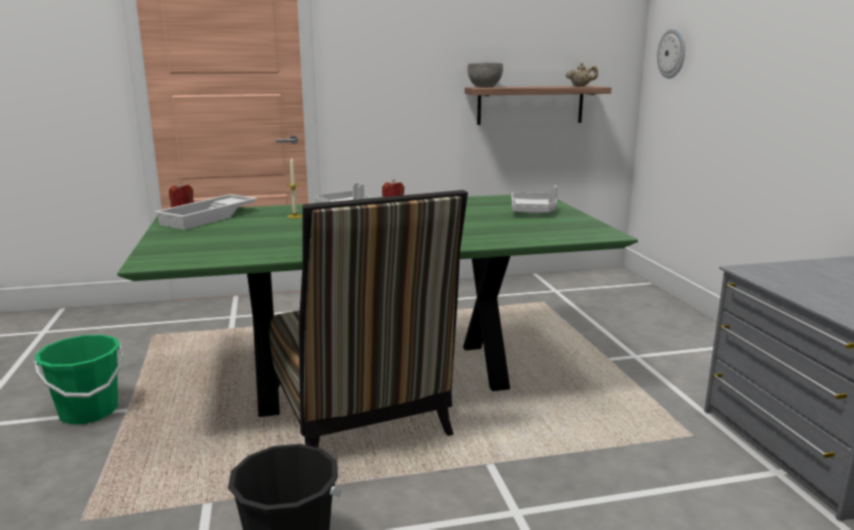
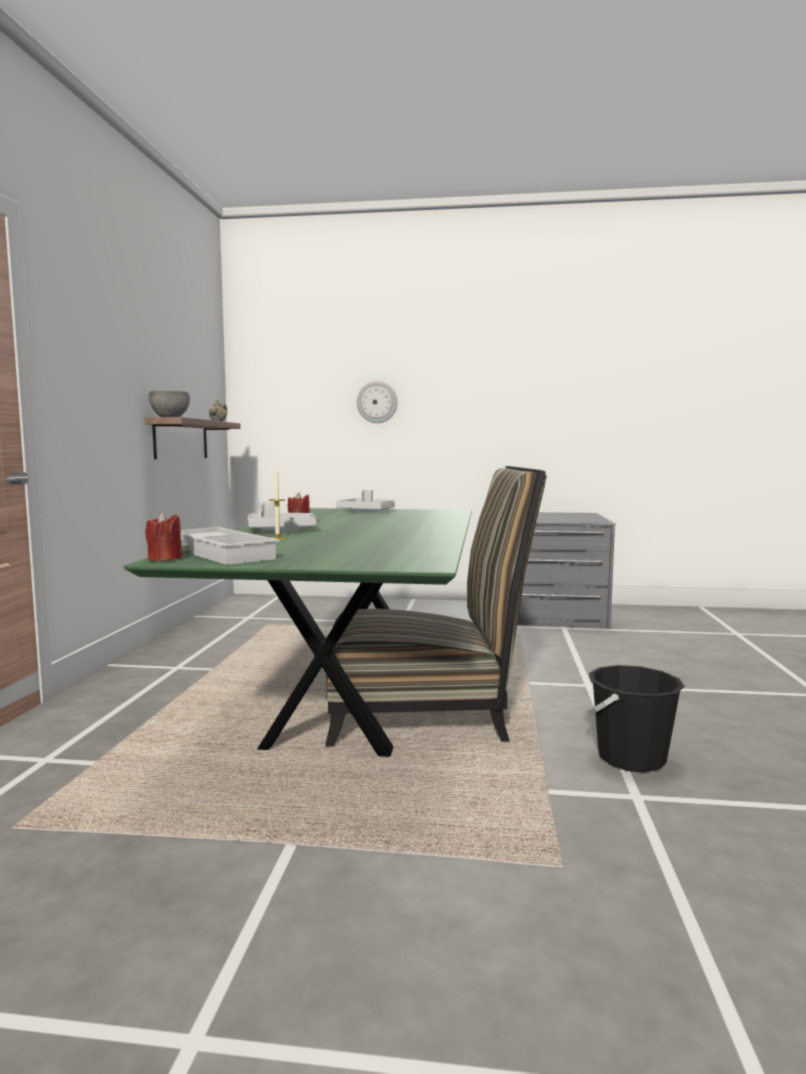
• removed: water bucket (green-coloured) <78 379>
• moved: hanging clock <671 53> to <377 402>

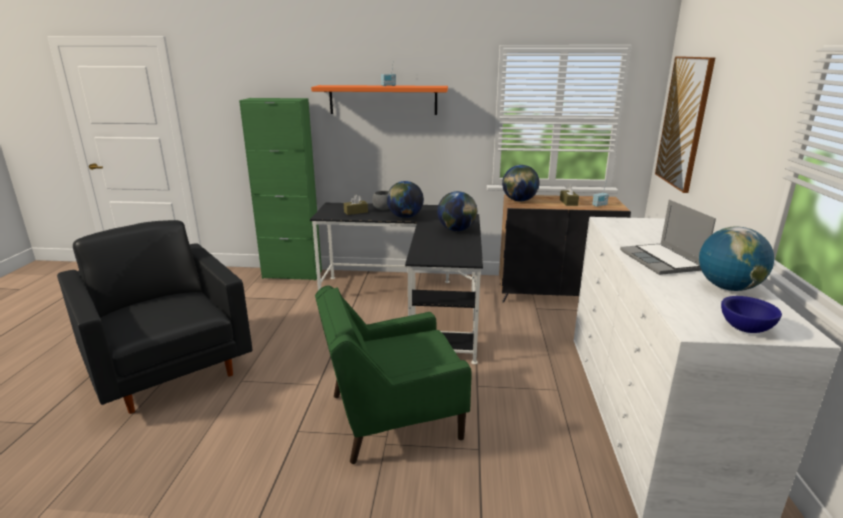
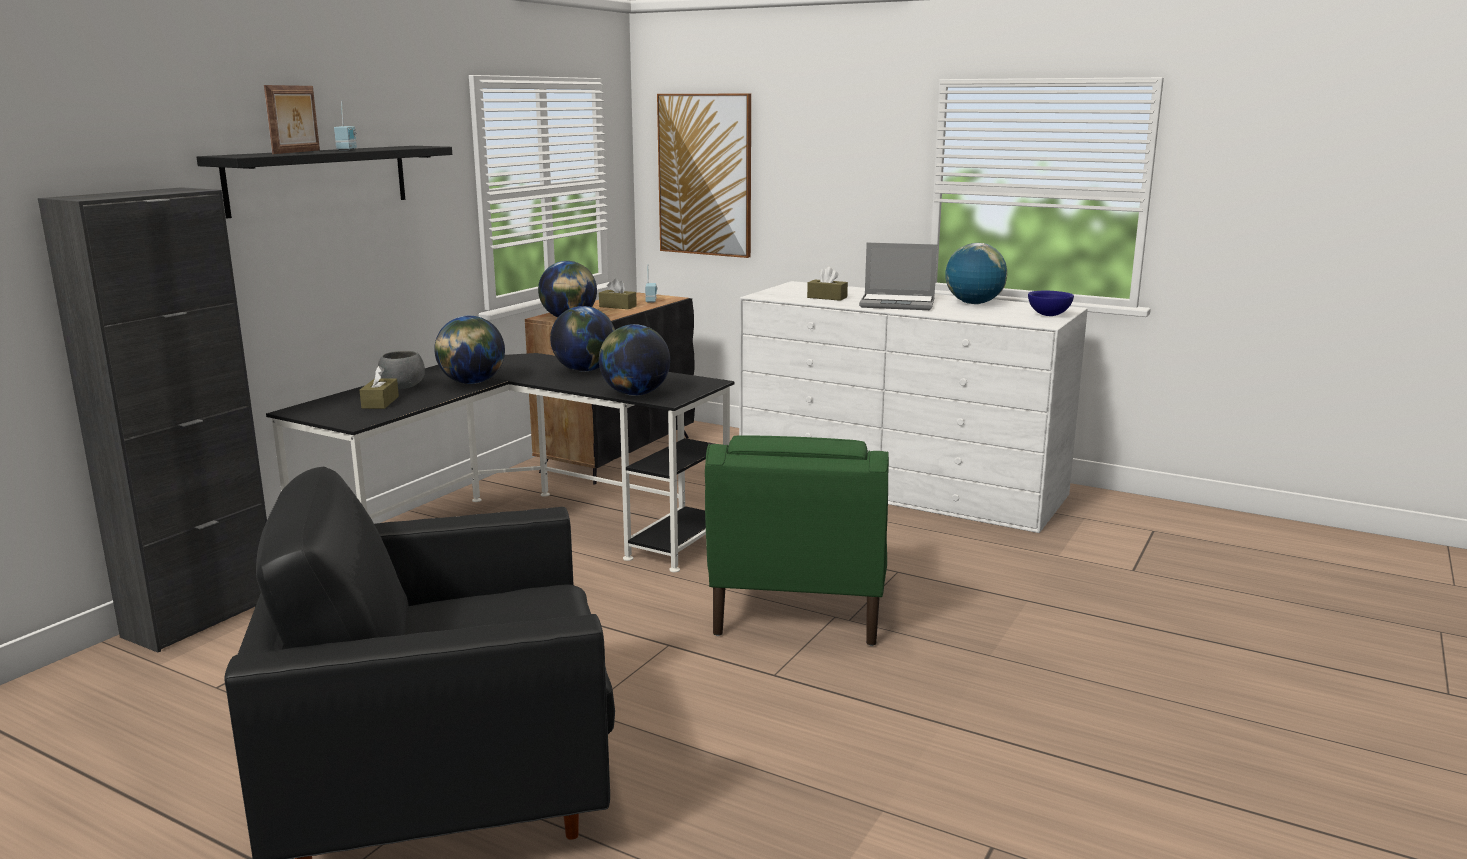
• recoloured: storage cabinet (green-coloured) <280 189> to storage cabinet (blackish) <152 419>
• recoloured: wall shelf (orange-coloured) <379 100> to wall shelf (blackish) <324 182>
• added: photo frame <292 119>
• added: world globe <634 360>
• added: box of tissues (brownish) <827 284>

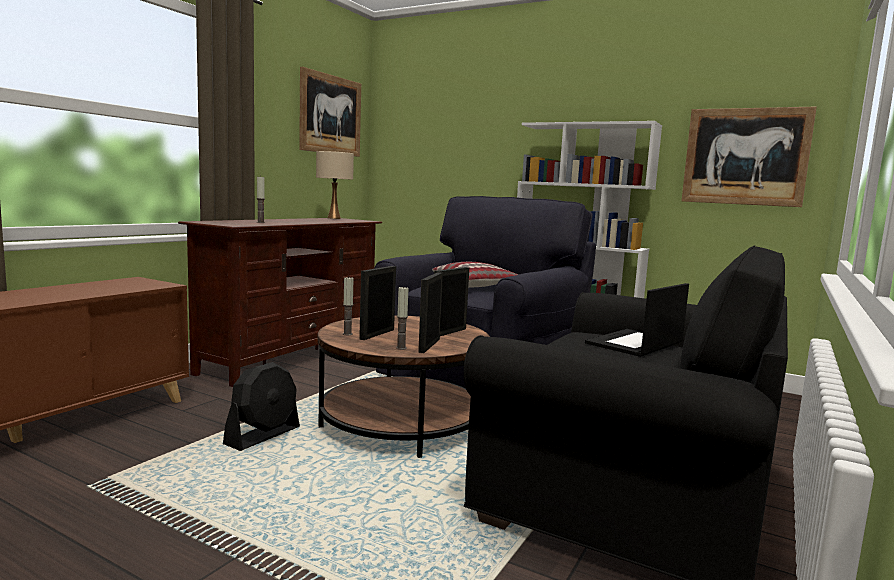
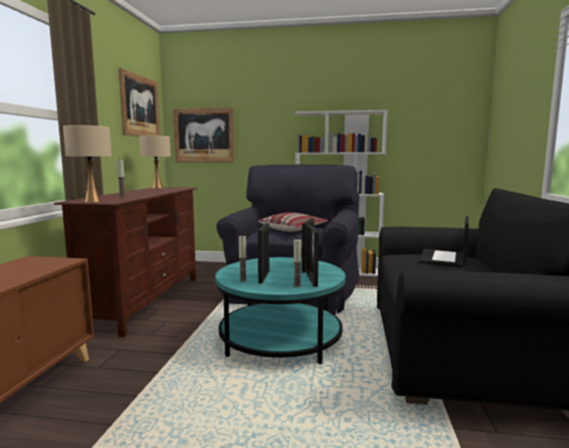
• removed: electric fan (blackish) <261 406>
• recoloured: coffee table (brownish) <404 386> to coffee table (turquoise-coloured) <280 310>
• moved: picture <749 156> to <204 135>
• added: tabletop lamp (sand-coloured) <87 163>

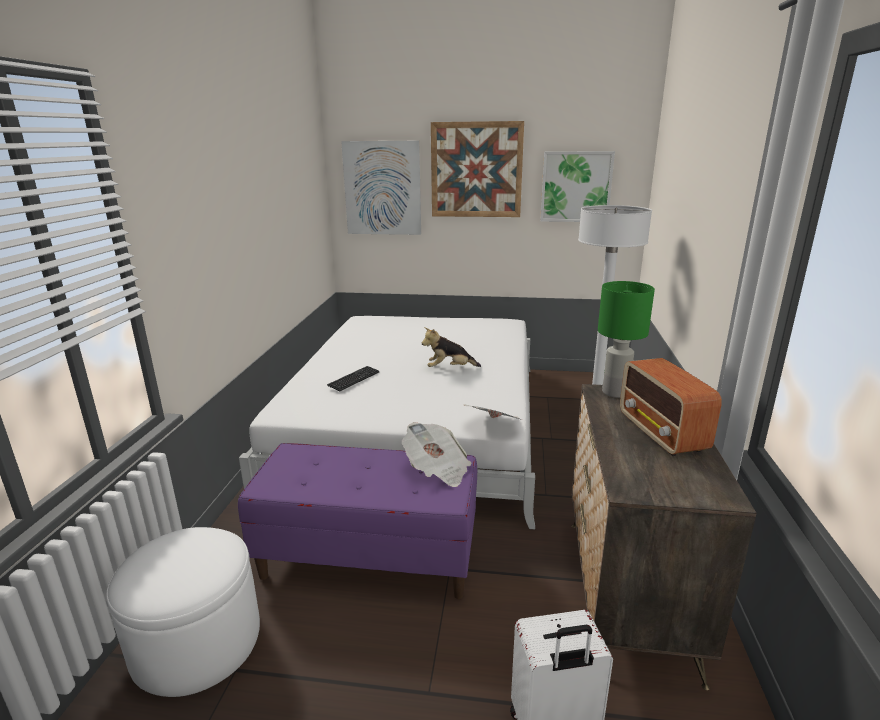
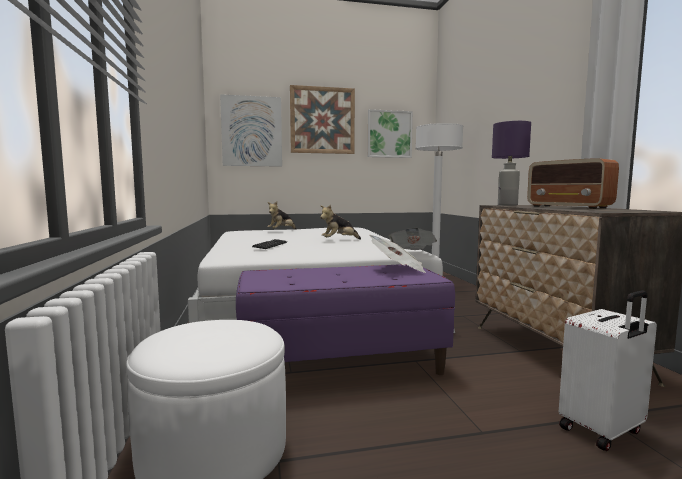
• recoloured: tabletop lamp (green-coloured) <626 339> to tabletop lamp (purple) <511 163>
• added: cuddly toy <281 216>

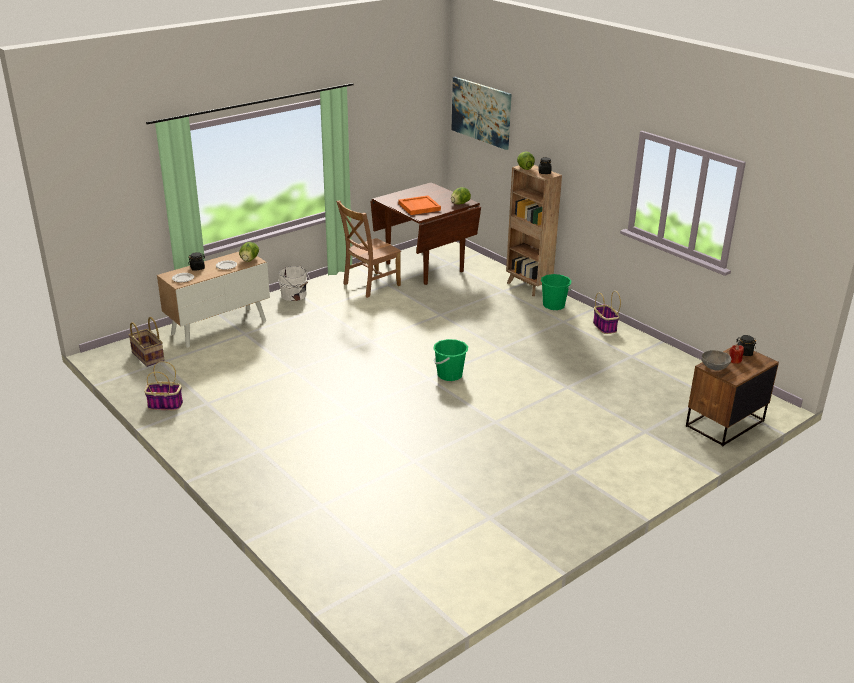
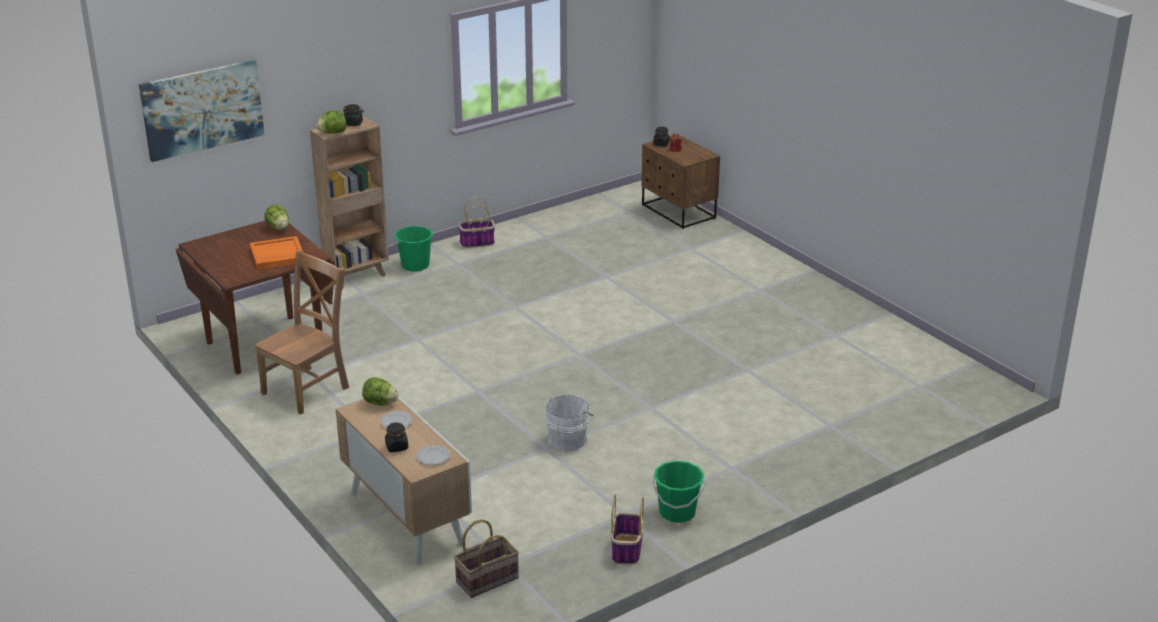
• moved: water bucket (whitish) <294 283> to <569 423>
• turned: plain chair (brownish) <368 249> = <301 331> 105 degrees counterclockwise
• moved: water bucket (green-coloured) <450 360> to <678 492>
• removed: serving bowl (greyish) <716 360>

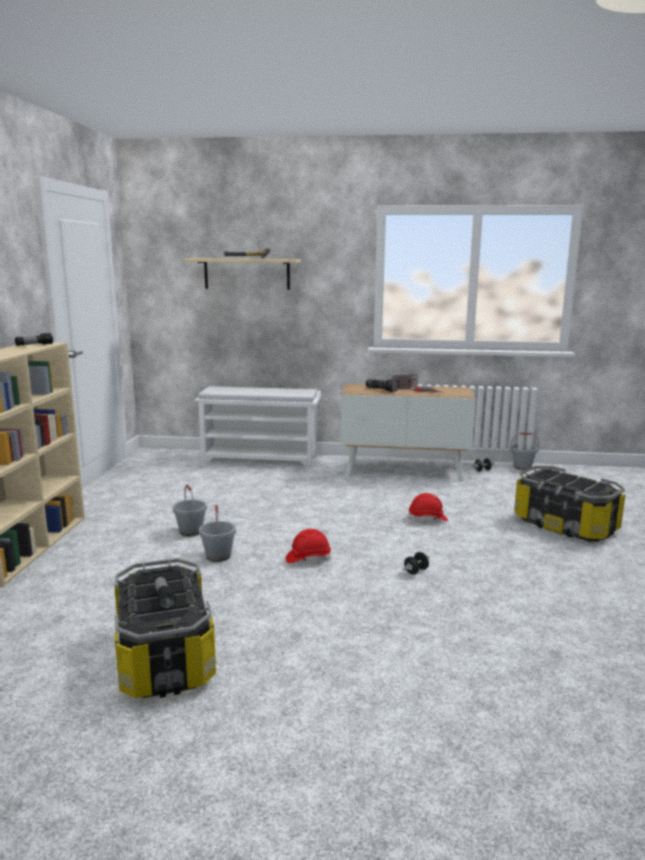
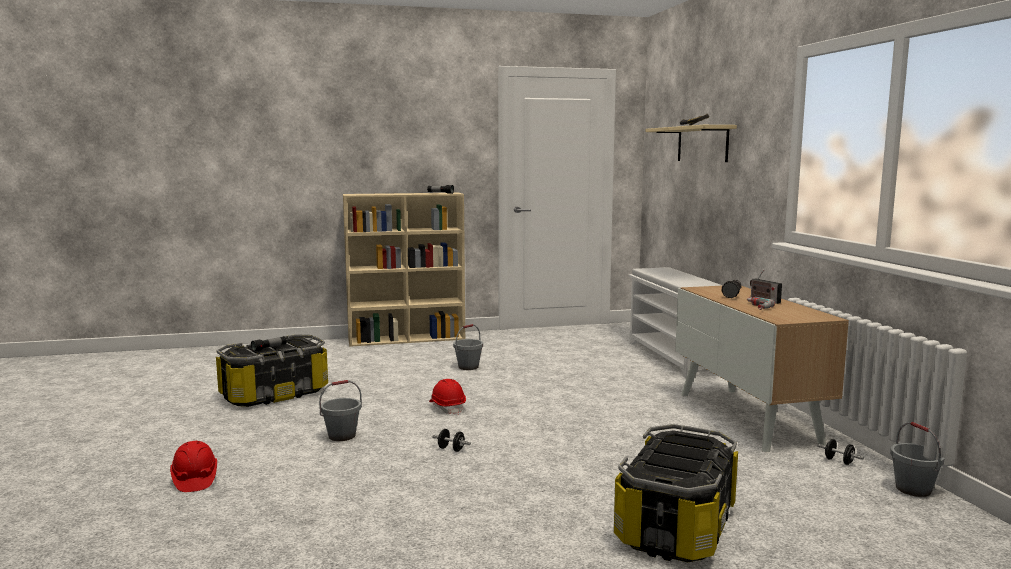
• moved: water bucket (greyish) <217 533> to <340 410>
• moved: work helmet (reddish) <428 507> to <193 466>

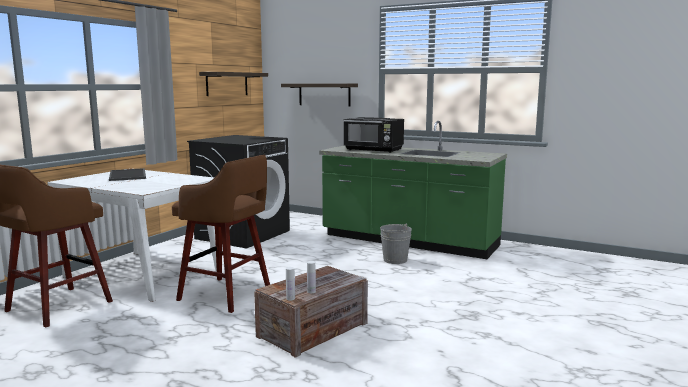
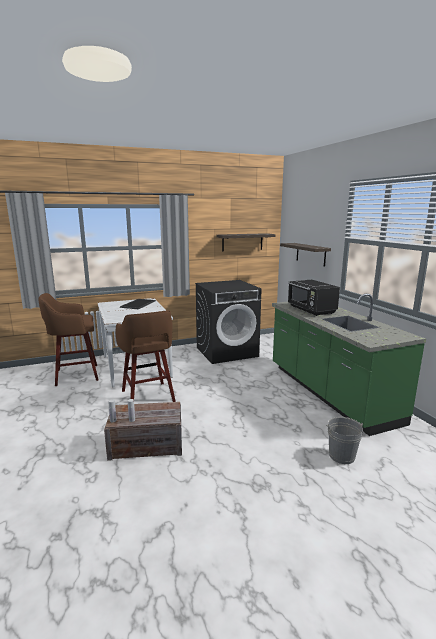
• moved: water bucket (greyish) <396 243> to <344 440>

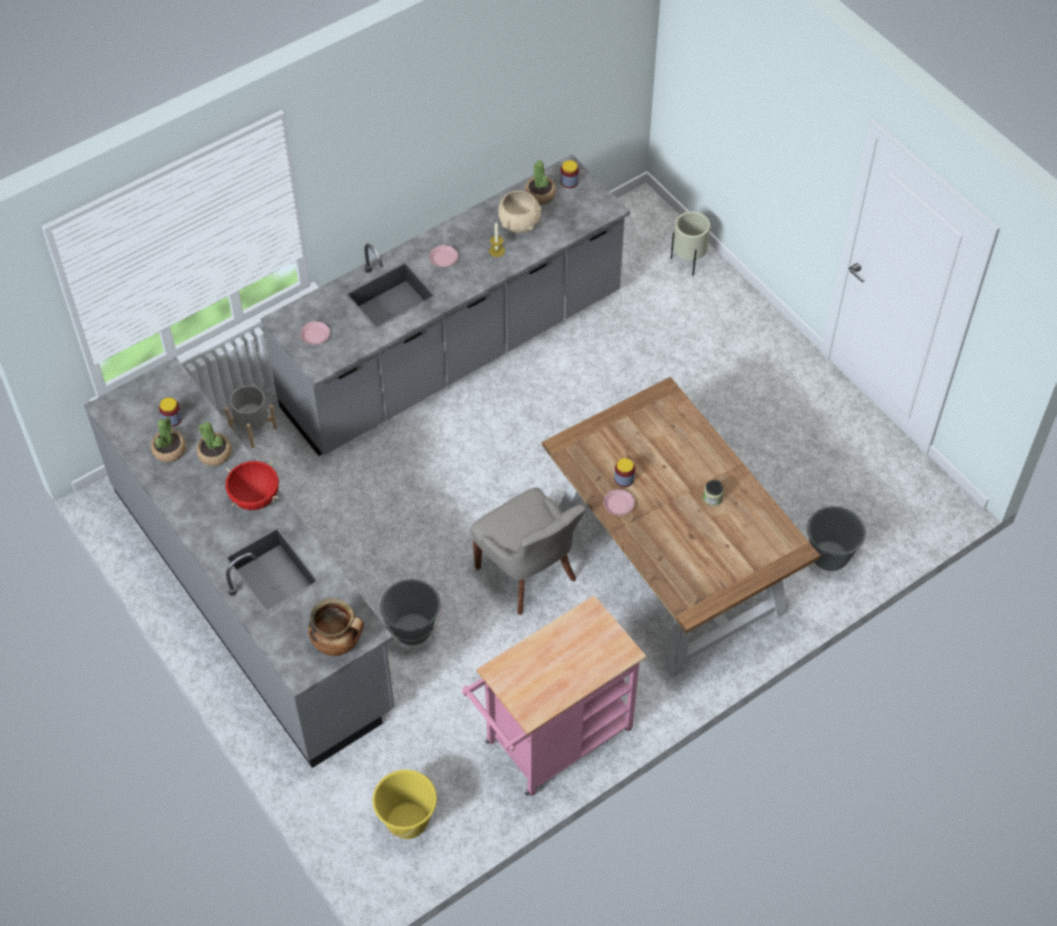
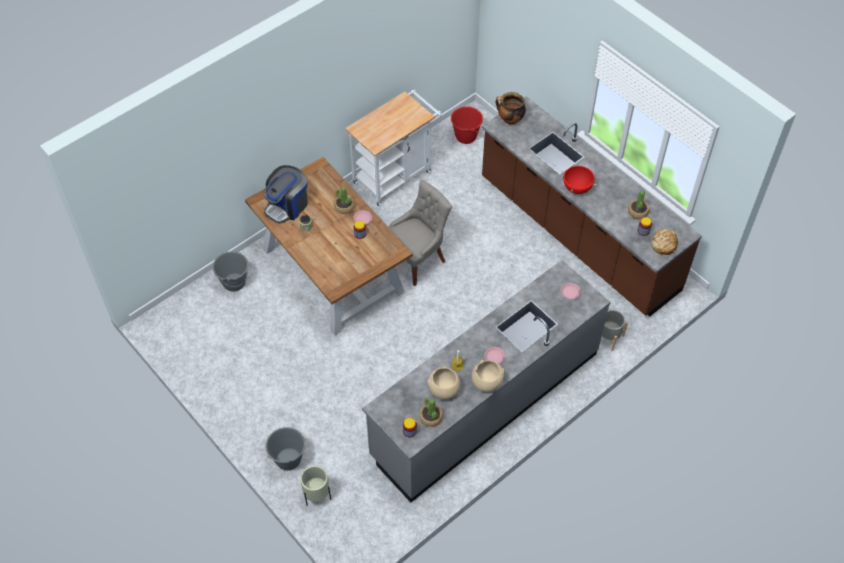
• recoloured: kitchen base unit (greyish) <239 562> to kitchen base unit (brownish) <592 206>
• moved: plant in a pot <214 443> to <344 200>
• recoloured: water bucket (yellowish) <404 804> to water bucket (reddish) <467 125>
• moved: water bucket (greyish) <411 612> to <285 448>
• recoloured: trolley (pinkish) <554 695> to trolley (whitish) <393 148>
• turned: plain chair (greyish) <529 551> = <420 233> 90 degrees clockwise
• added: coffee maker <285 194>
• added: serving bowl (sand-coloured) <488 376>
• added: bakery bread <664 242>

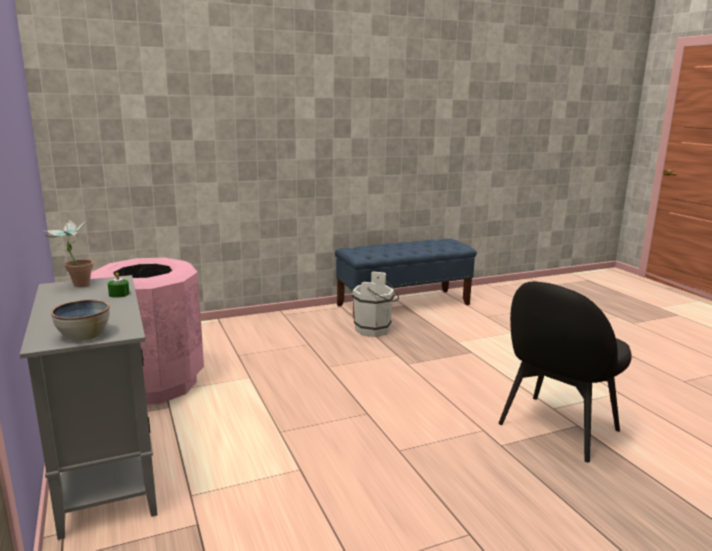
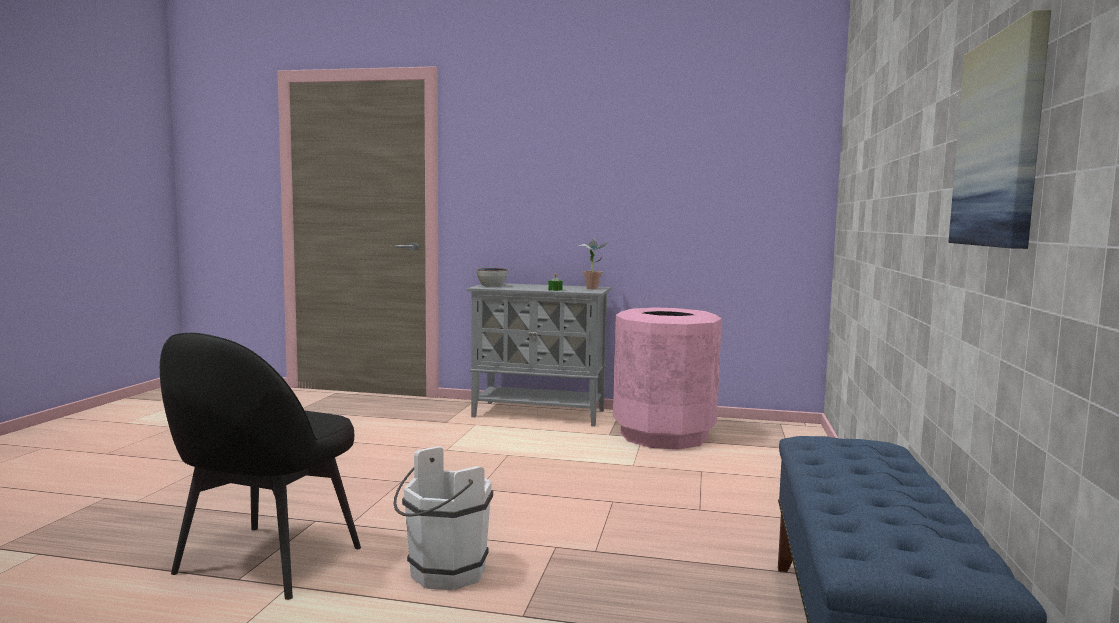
• moved: water bucket (whitish) <375 304> to <443 518>
• turned: plain chair (blackish) <565 372> = <260 466> 150 degrees counterclockwise
• added: picture <999 129>

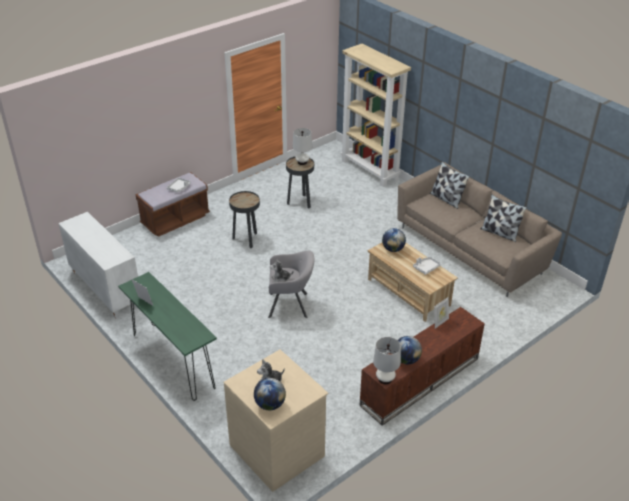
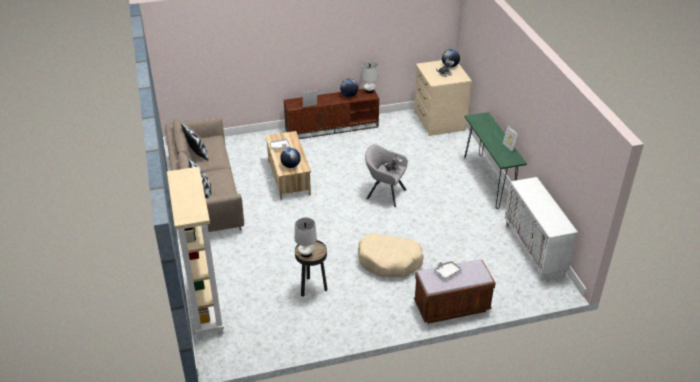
• replaced: accent table (blackish) <244 219> to dog bed (sand-coloured) <391 255>

